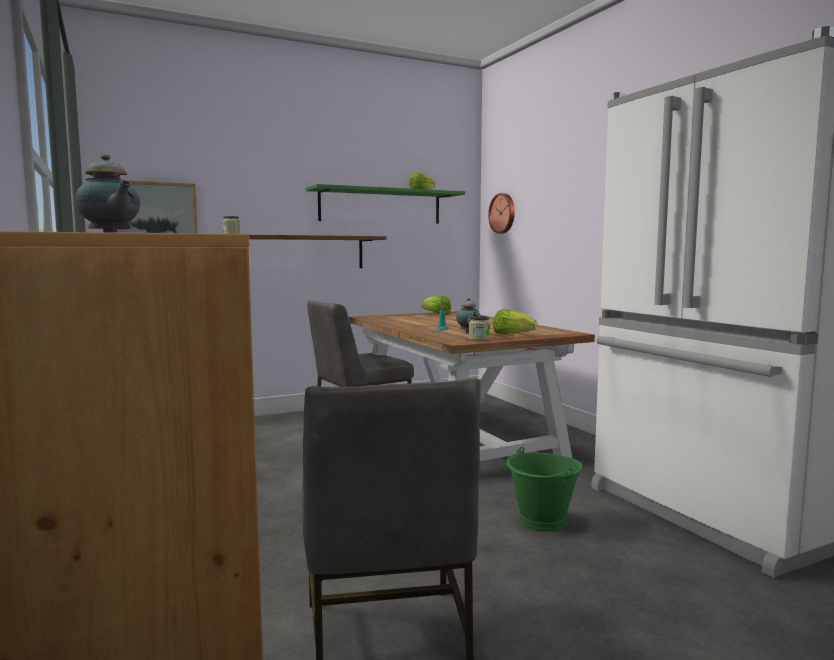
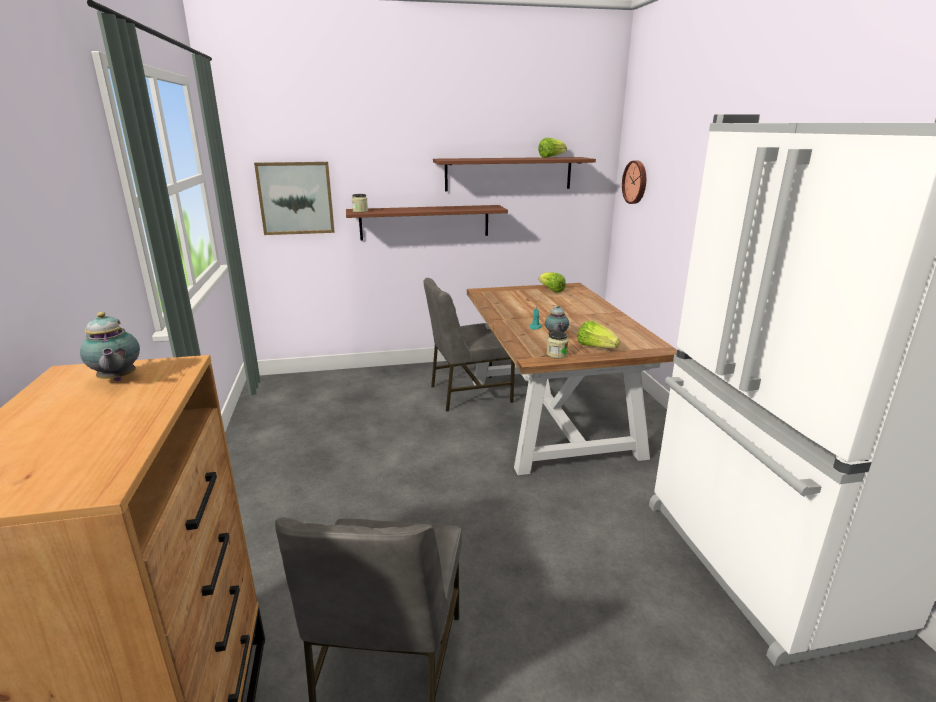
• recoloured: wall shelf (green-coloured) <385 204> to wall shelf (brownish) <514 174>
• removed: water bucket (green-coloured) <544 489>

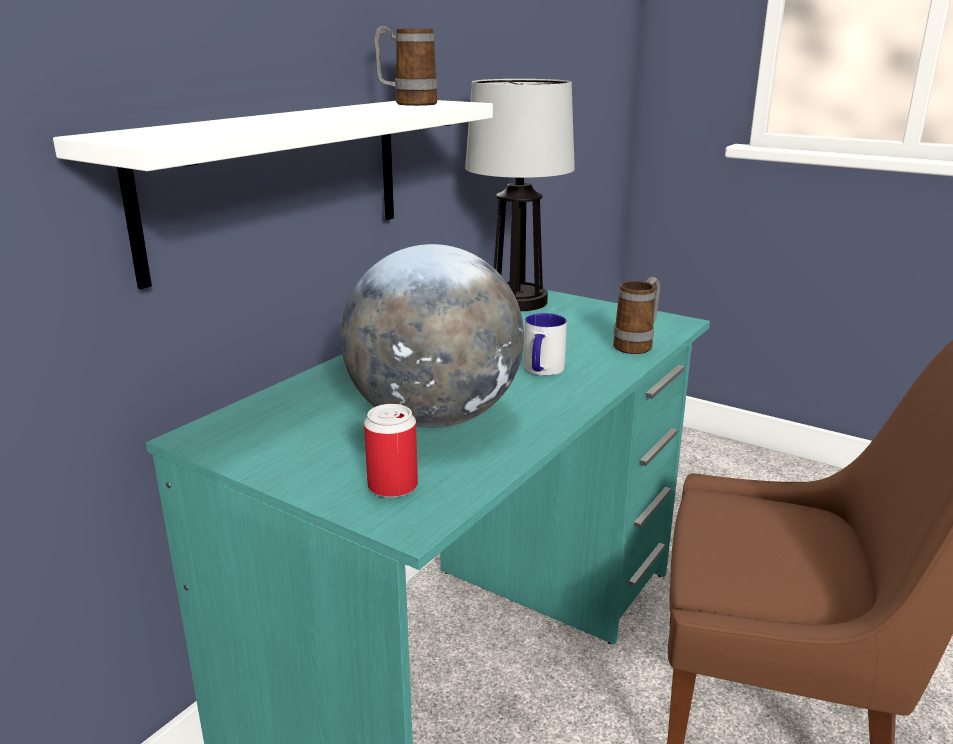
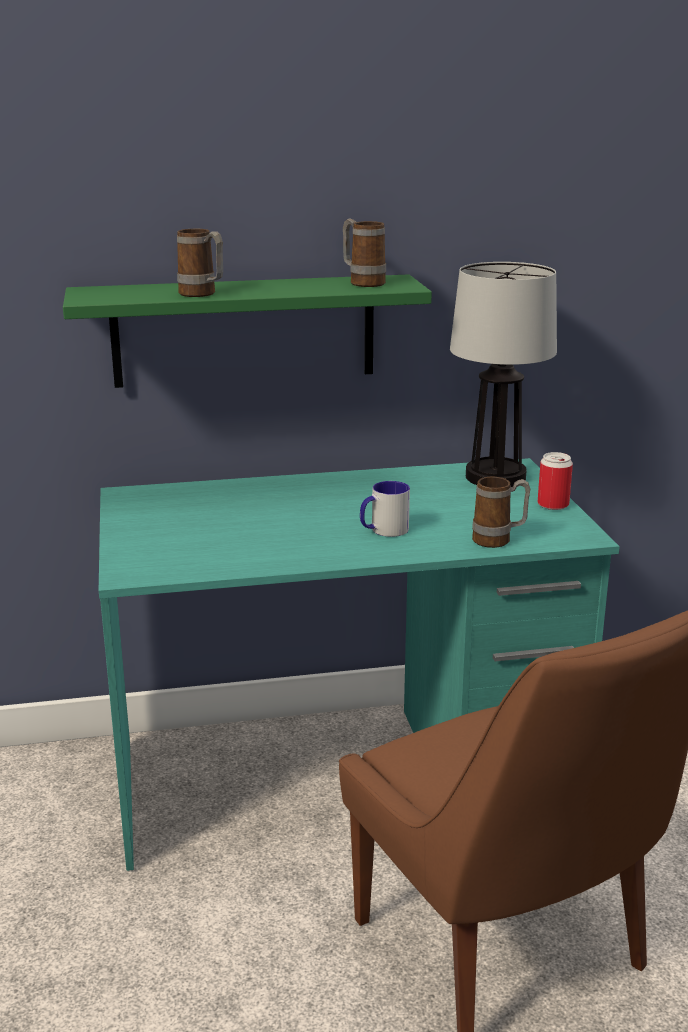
• recoloured: wall shelf (whitish) <273 194> to wall shelf (green-coloured) <247 331>
• removed: world globe <432 336>
• moved: can <391 451> to <555 481>
• added: mug <200 263>

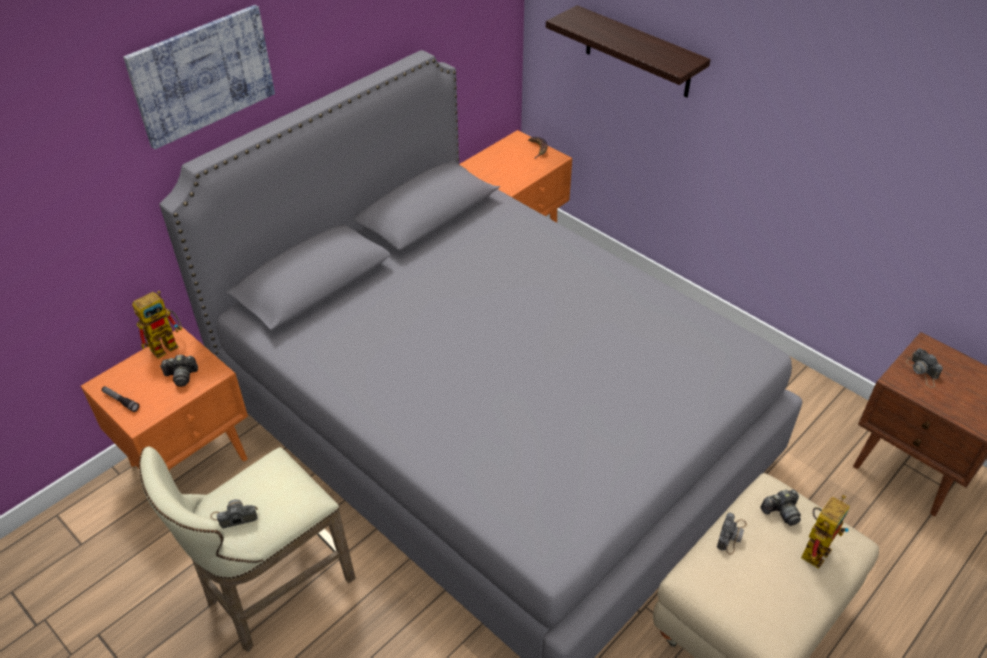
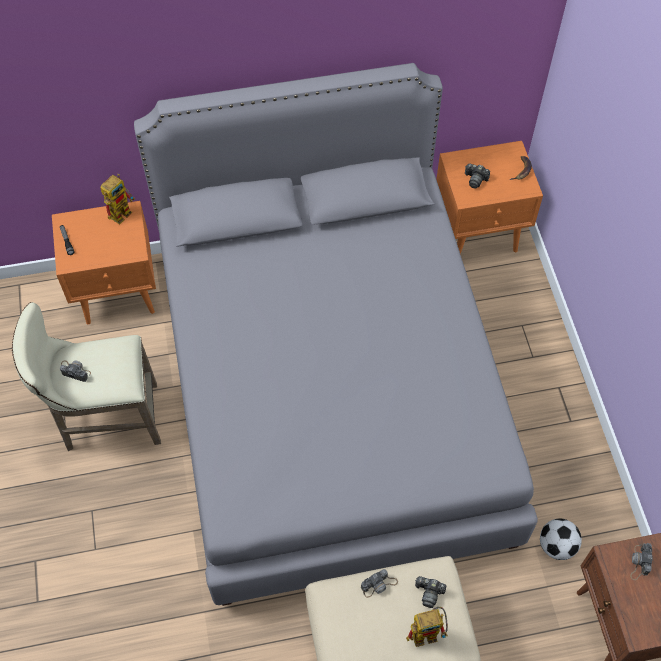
• removed: picture <199 77>
• turned: model robot <157 325> = <118 199> 45 degrees counterclockwise
• moved: photo camera <179 370> to <477 176>
• removed: wall shelf <628 51>
• added: football <561 539>

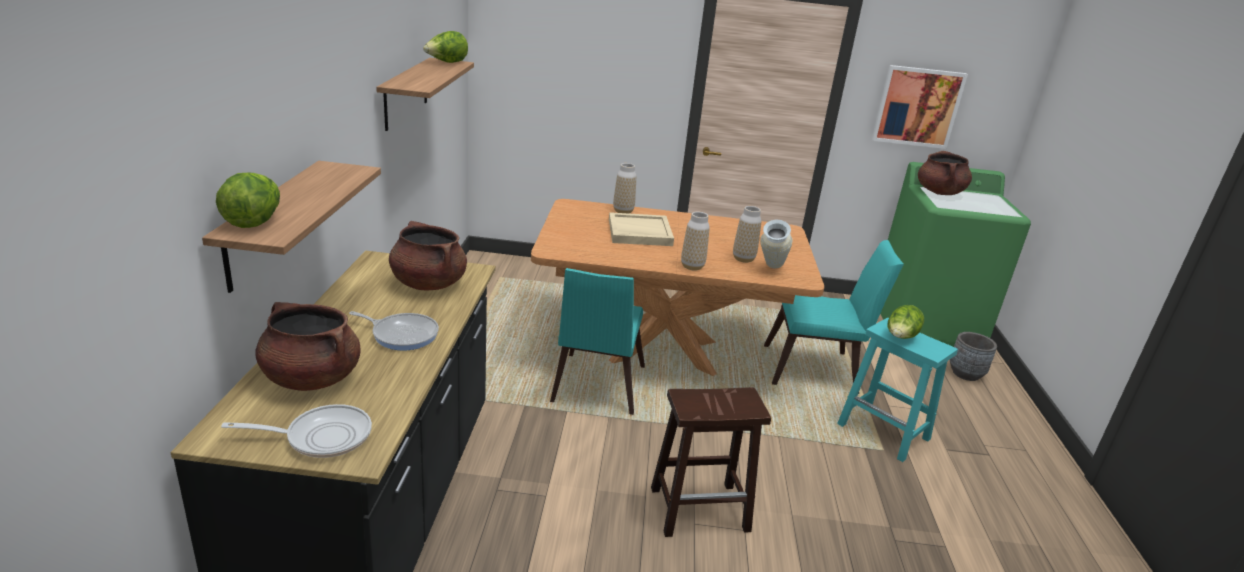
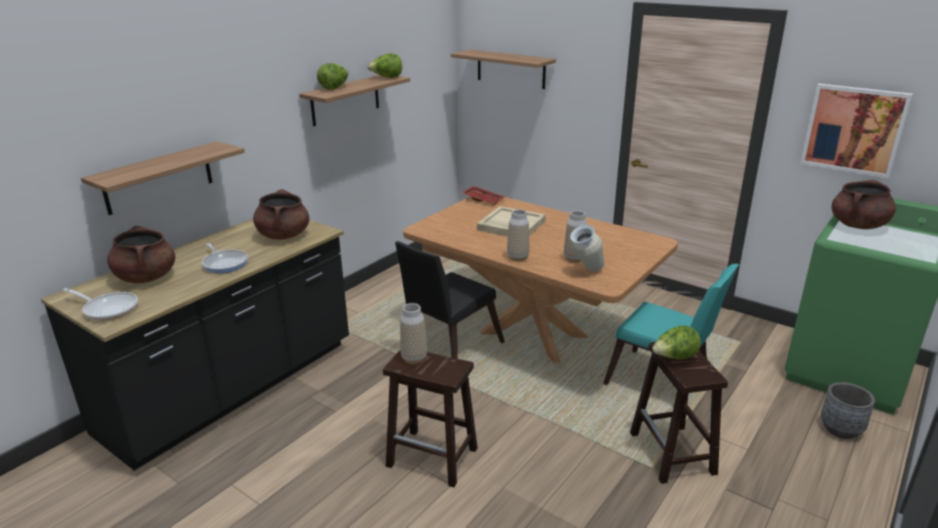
• moved: head of lettuce <248 200> to <333 76>
• recoloured: plain chair (turquoise-coloured) <597 341> to plain chair (blackish) <450 300>
• moved: vase <624 188> to <413 333>
• recoloured: sitting stool (turquoise-coloured) <897 390> to sitting stool (brownish) <679 413>
• added: wall shelf <503 69>
• added: tray (reddish) <483 195>

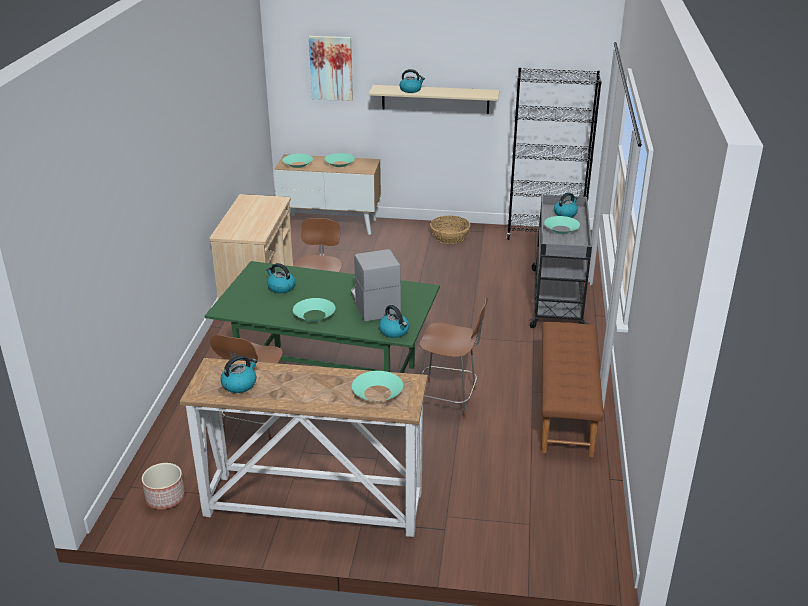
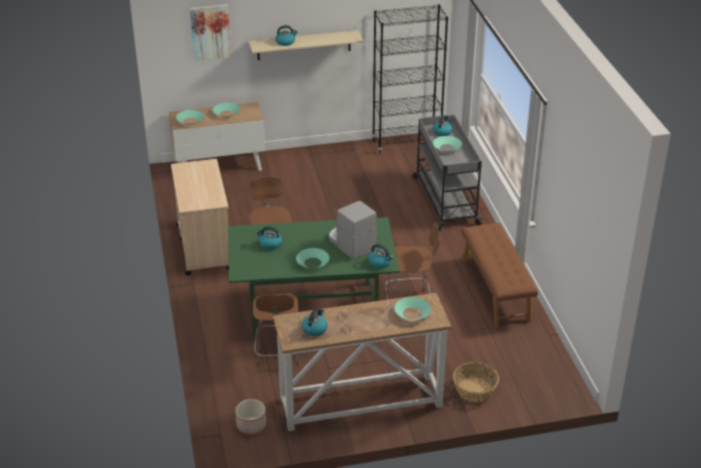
• moved: storage basket <450 229> to <476 381>

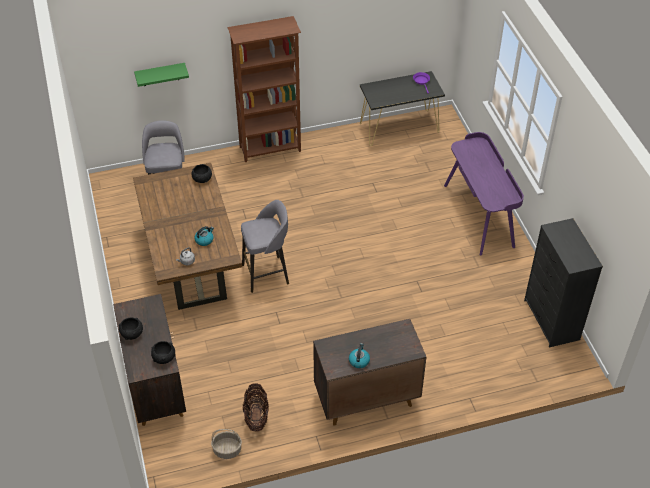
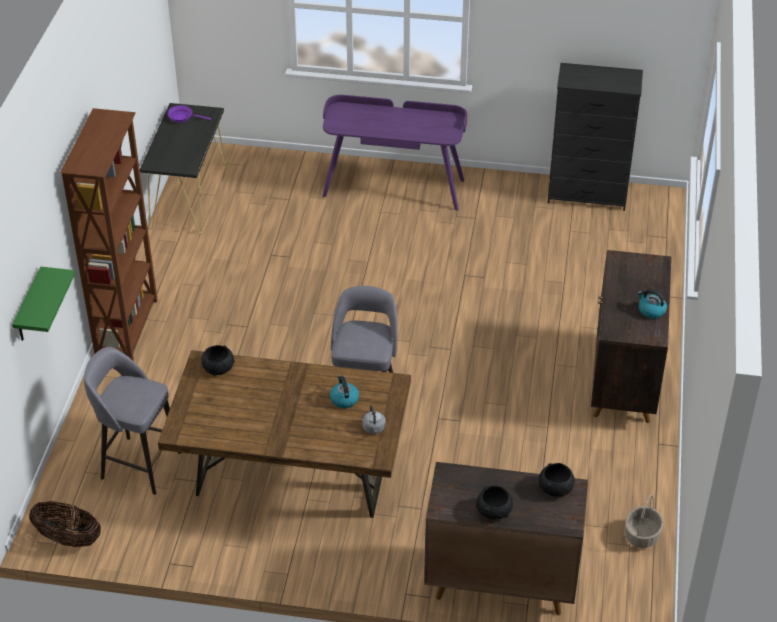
• moved: storage basket <256 407> to <65 524>

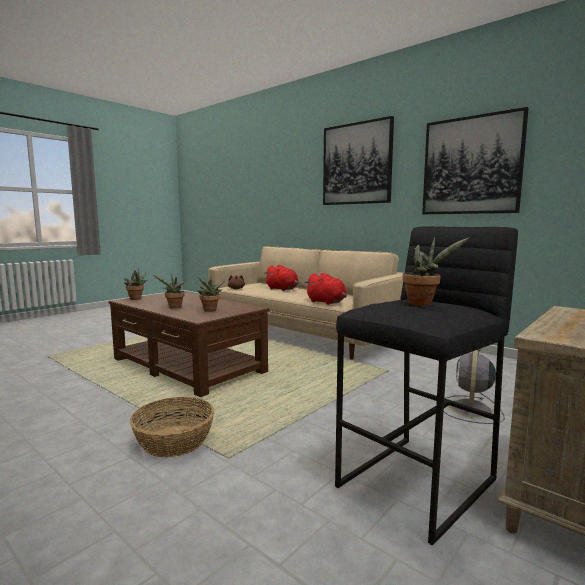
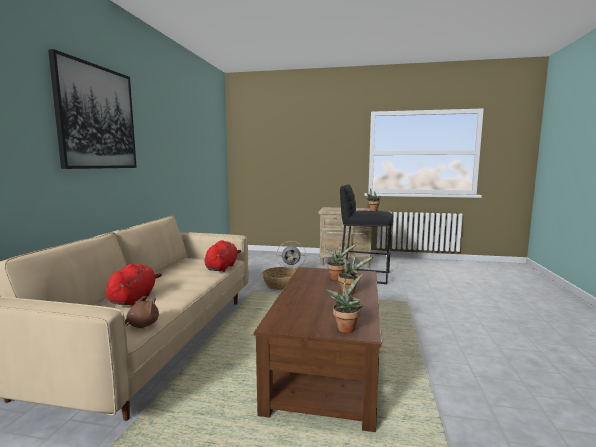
• moved: storage basket <172 427> to <279 278>
• removed: picture <475 160>

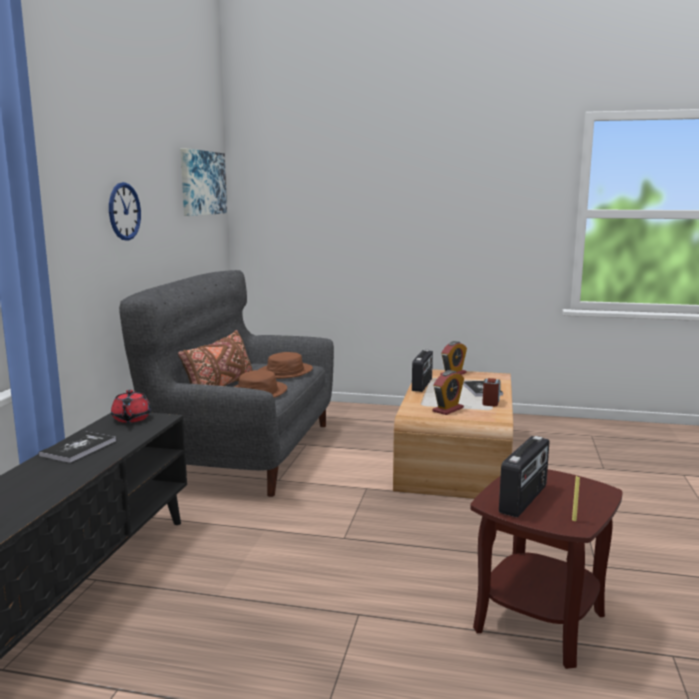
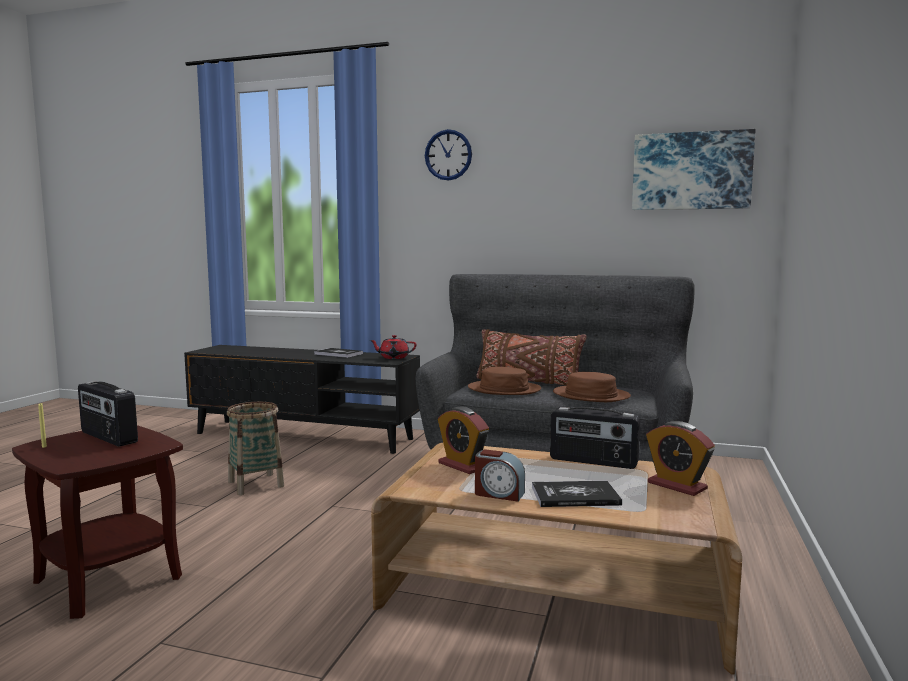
• moved: hanging clock <125 211> to <448 155>
• added: storage basket <255 448>

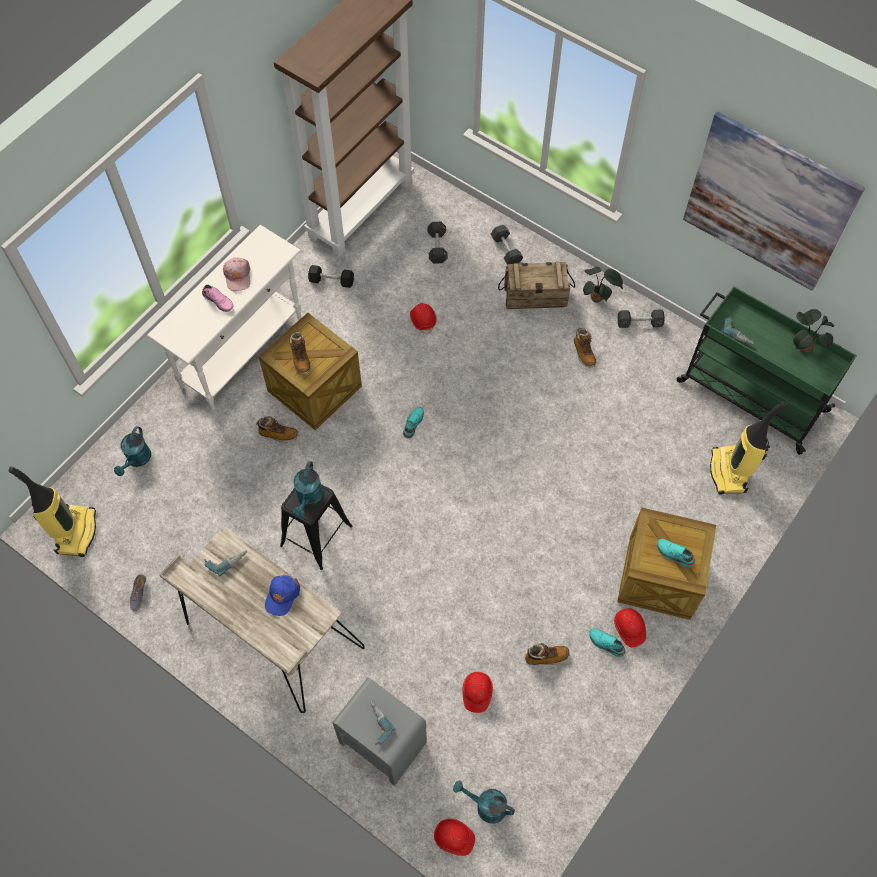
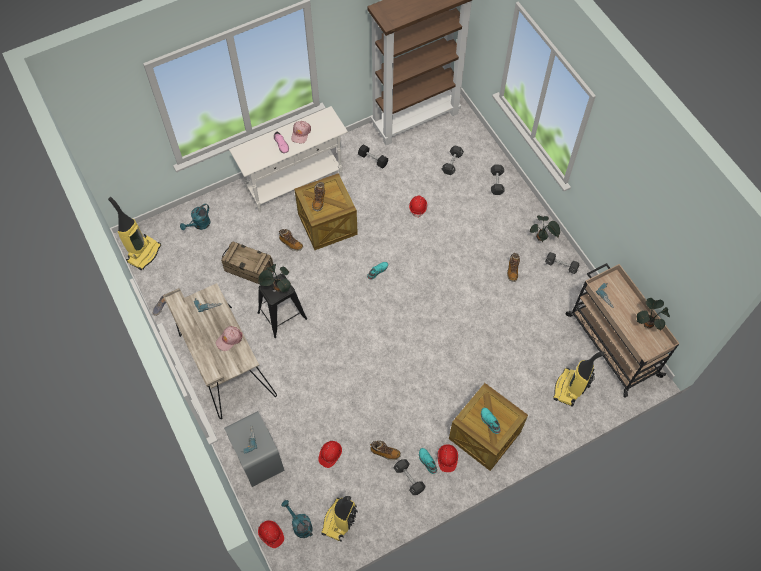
• recoloured: baseball cap (blue-coloured) <282 595> to baseball cap (pinkish) <229 338>
• replaced: watering pot (turquoise-coloured) <308 489> to plant in a pot <274 278>
• moved: crate <536 285> to <247 262>
• recoloured: trolley (green-coloured) <767 370> to trolley (sand-coloured) <623 330>
• removed: picture <774 201>
• added: hoover <339 519>
• added: dumbbell (blackish) <410 477>

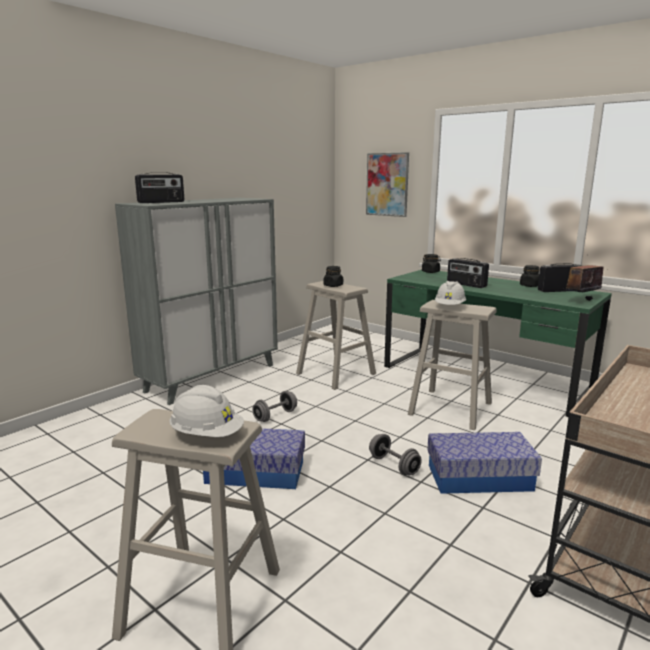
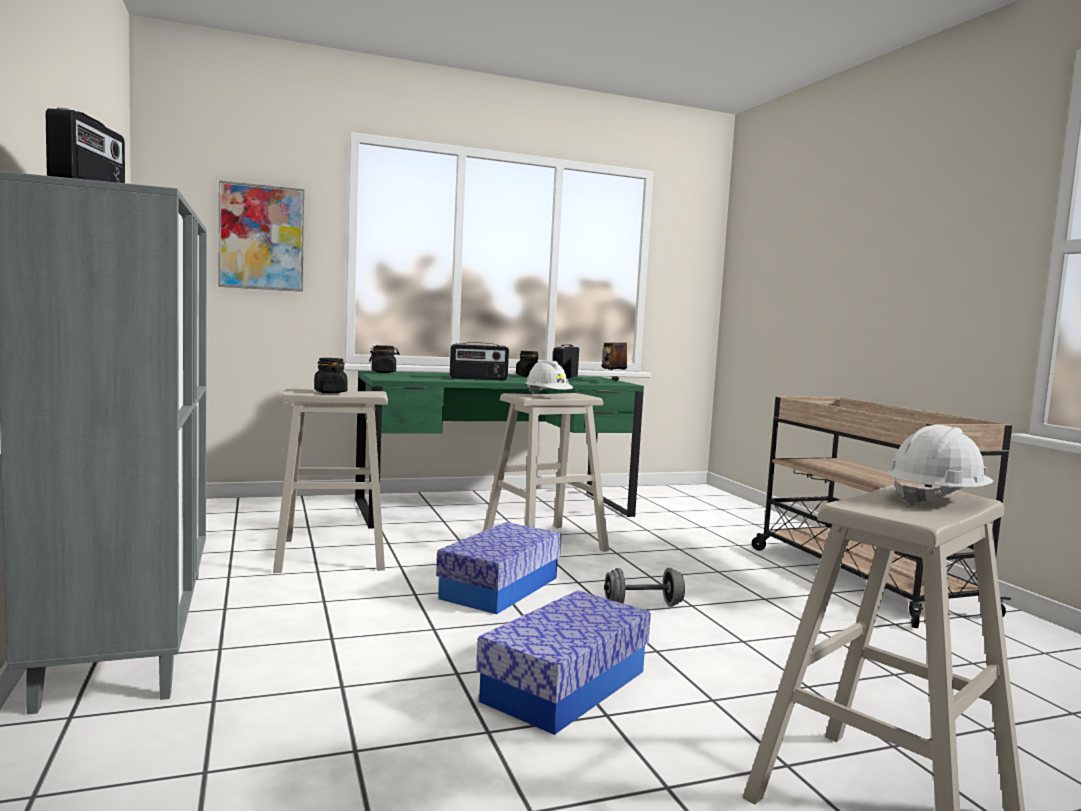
• removed: dumbbell (greyish) <274 406>
• moved: storage box <484 463> to <498 568>

